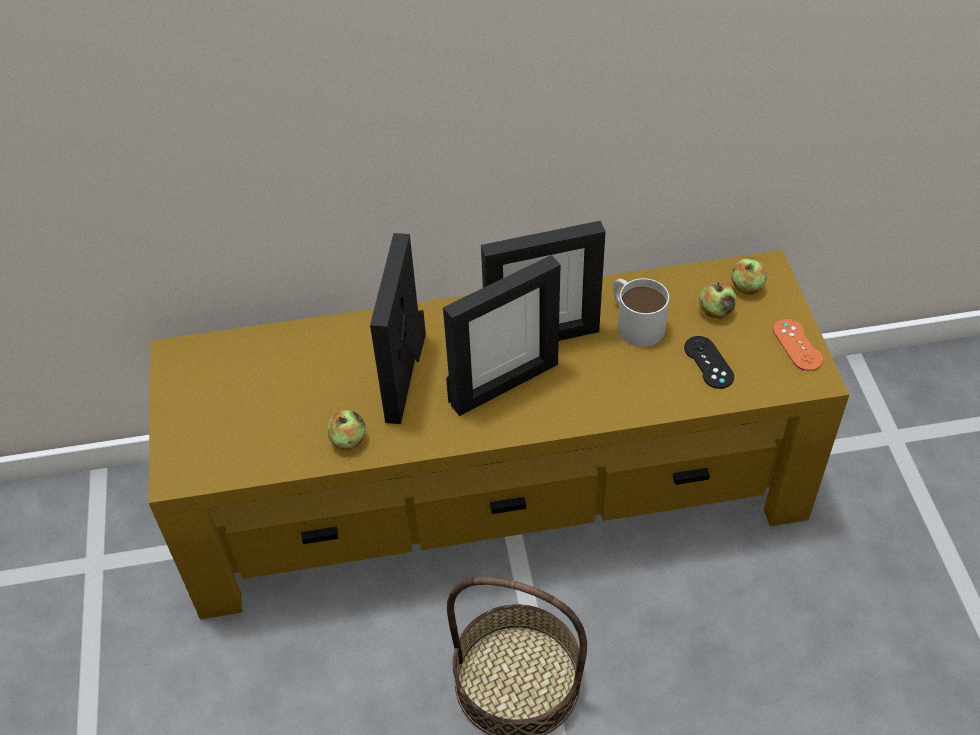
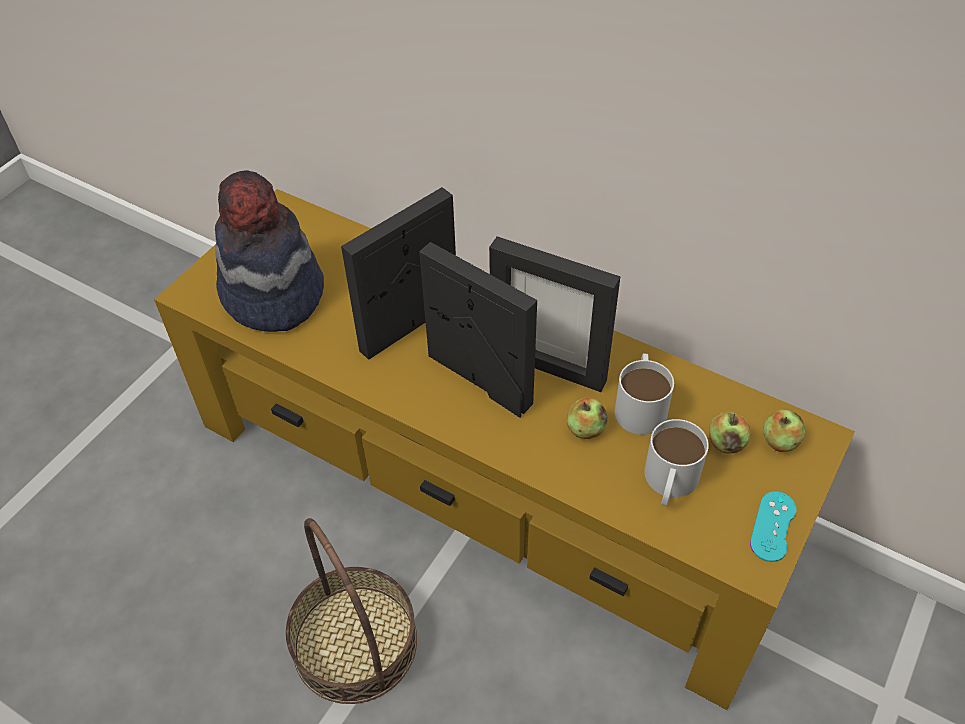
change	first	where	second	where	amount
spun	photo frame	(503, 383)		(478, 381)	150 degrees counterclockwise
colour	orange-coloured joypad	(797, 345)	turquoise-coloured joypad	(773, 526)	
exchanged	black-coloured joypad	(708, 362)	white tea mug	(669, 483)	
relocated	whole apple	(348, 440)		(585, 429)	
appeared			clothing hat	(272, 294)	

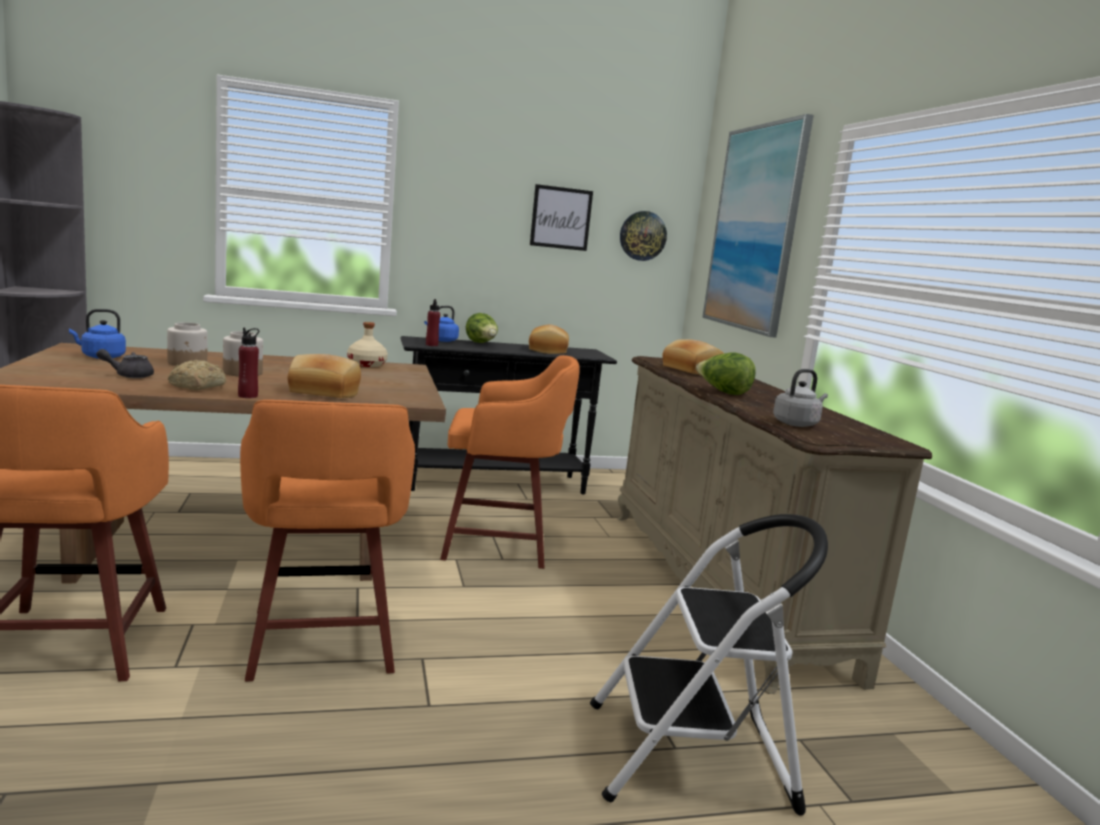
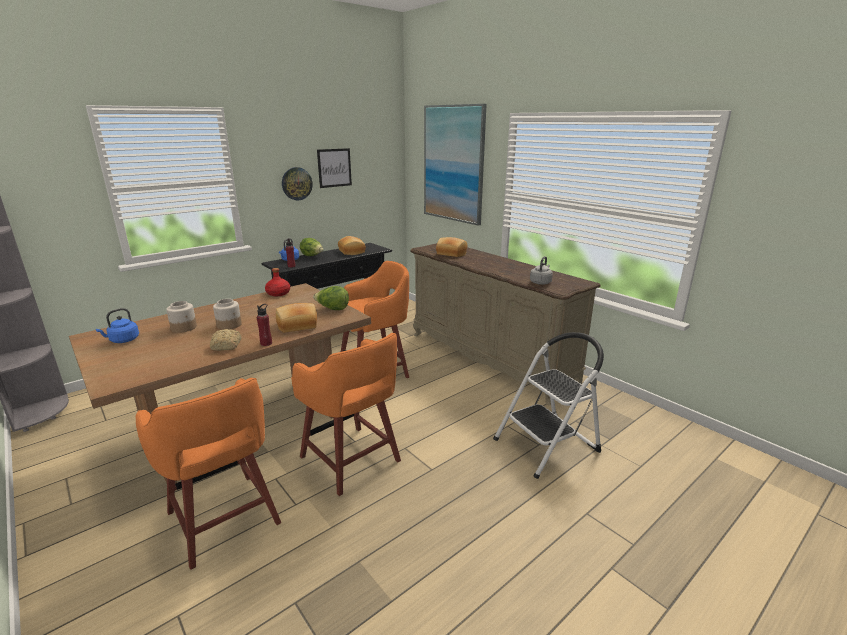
change	first	where	second	where	amount
relocated	hanging clock	(642, 236)		(296, 183)	
colour	beige-coloured drink bottle	(367, 364)	reddish drink bottle	(278, 293)	
missing	grey tea pot	(129, 375)			
relocated	lettuce head	(723, 392)		(332, 309)	

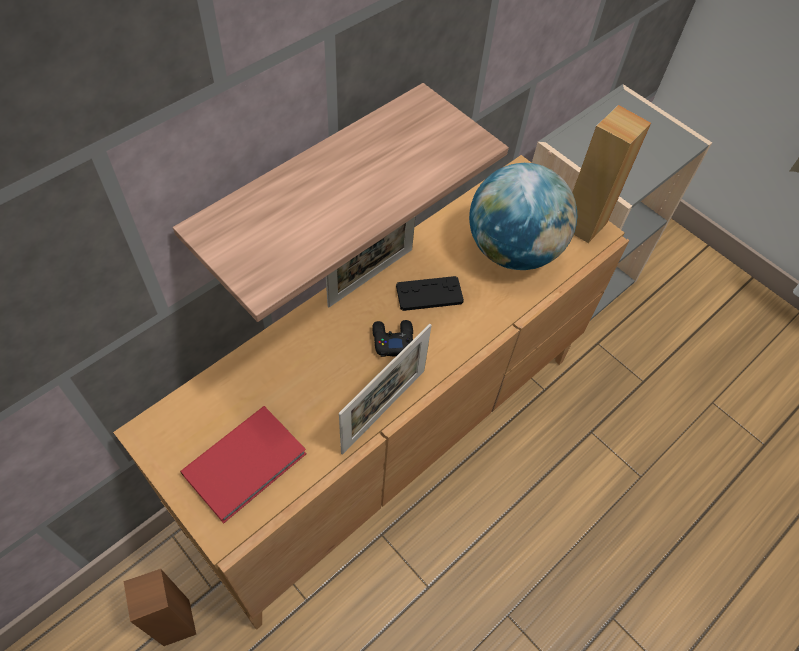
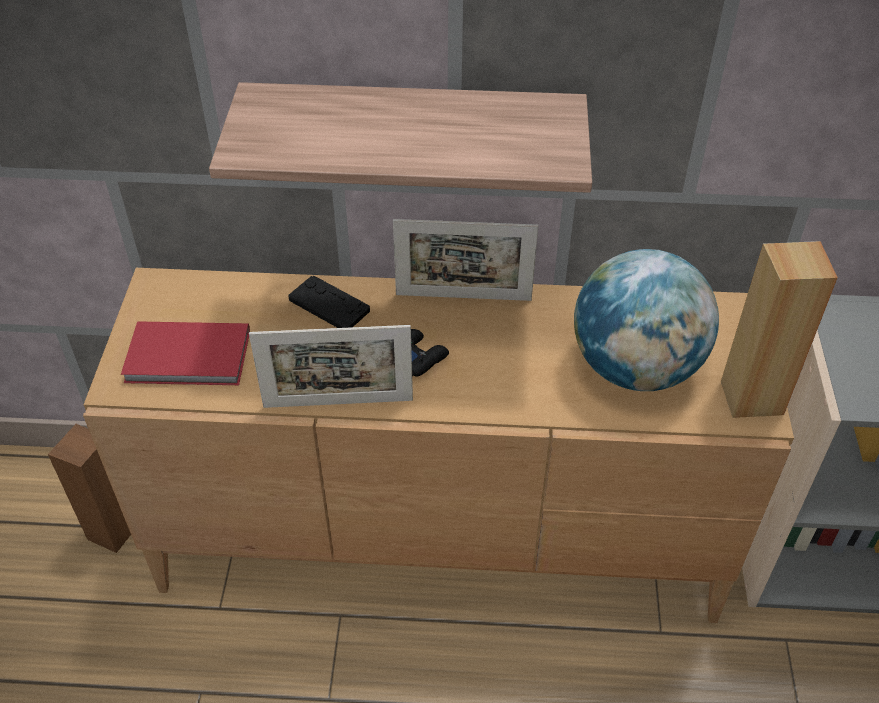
change	first	where	second	where	amount
relocated	black-coloured joypad	(429, 294)		(329, 305)	

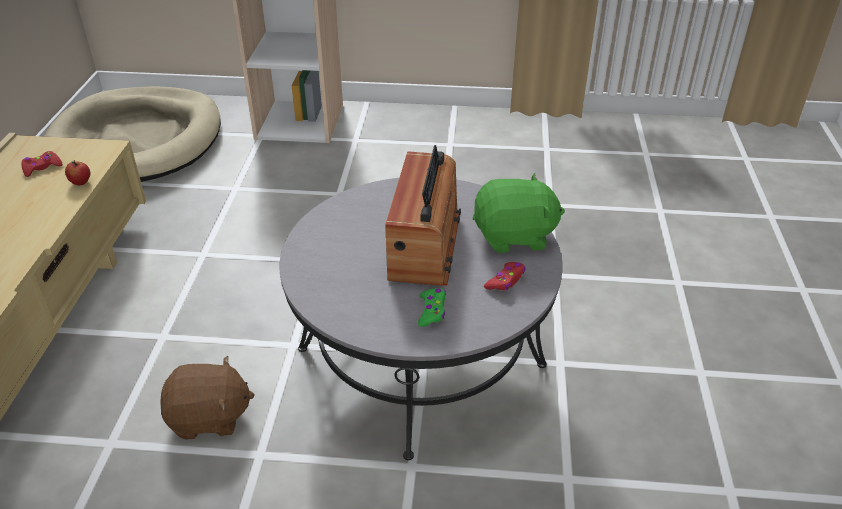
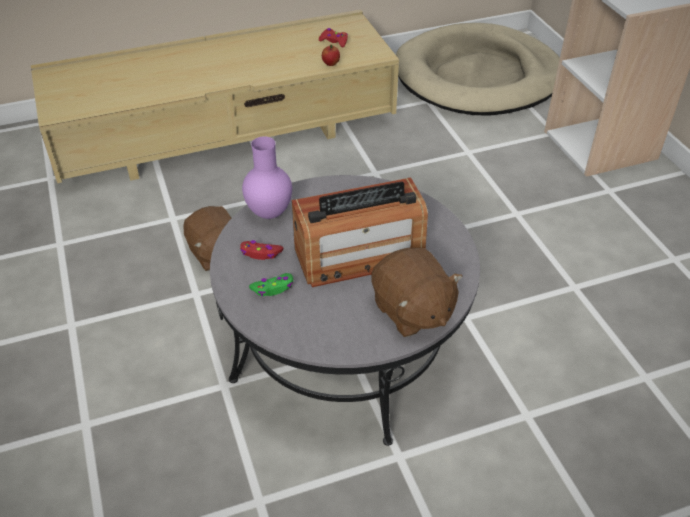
change	first	where	second	where	amount
colour	green soft toy	(514, 236)	brown soft toy	(412, 311)	
relocated	reddish joypad	(505, 281)		(261, 253)	
appeared			purple-coloured vase	(268, 214)	

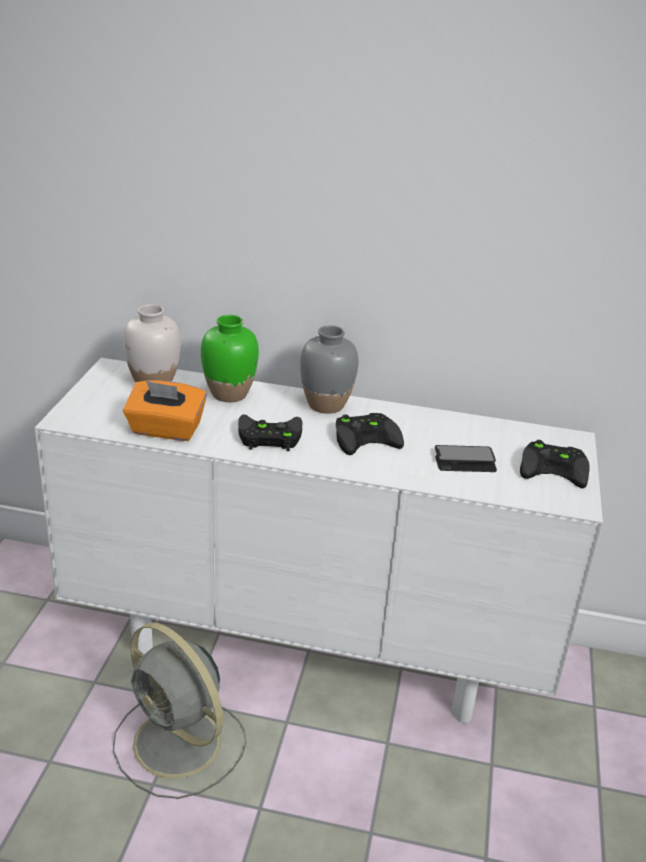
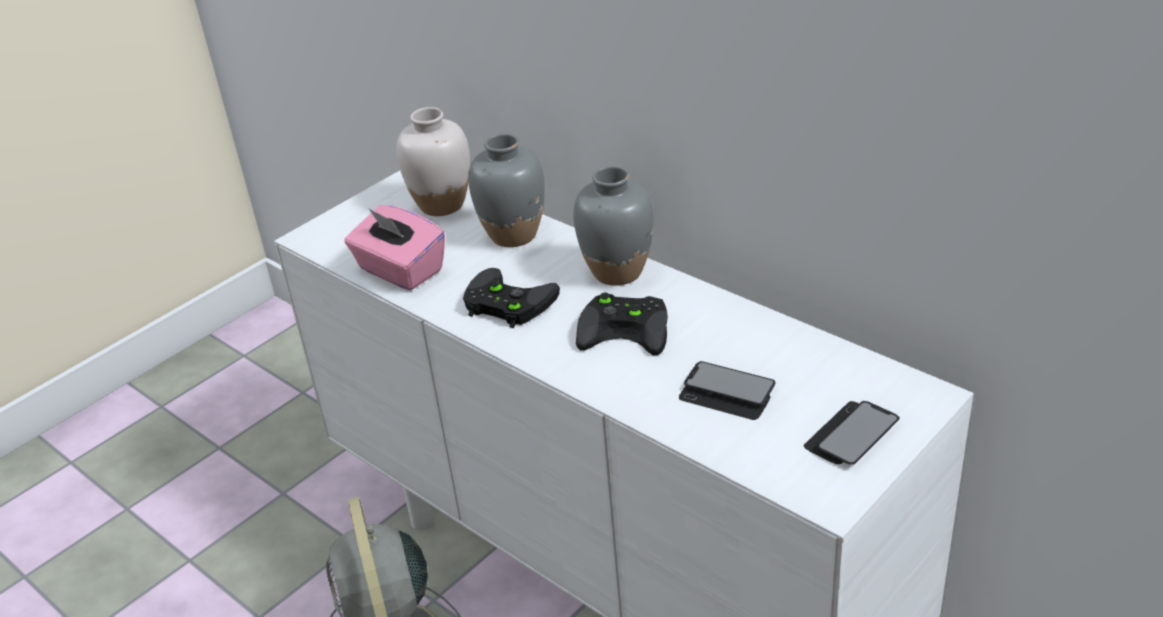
change	first	where	second	where	amount
colour	green vase	(229, 394)	grey vase	(513, 235)	
colour	orange-coloured box of tissues	(165, 430)	pink-coloured box of tissues	(400, 271)	
exchanged	black-coloured joypad	(555, 468)	handset	(851, 435)	

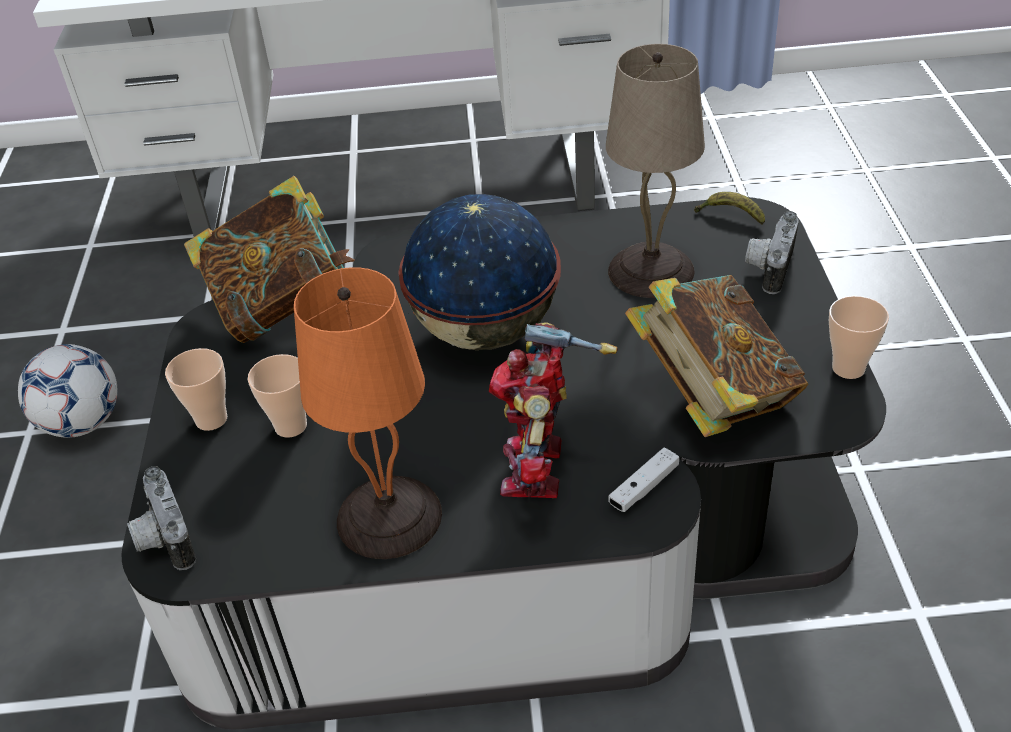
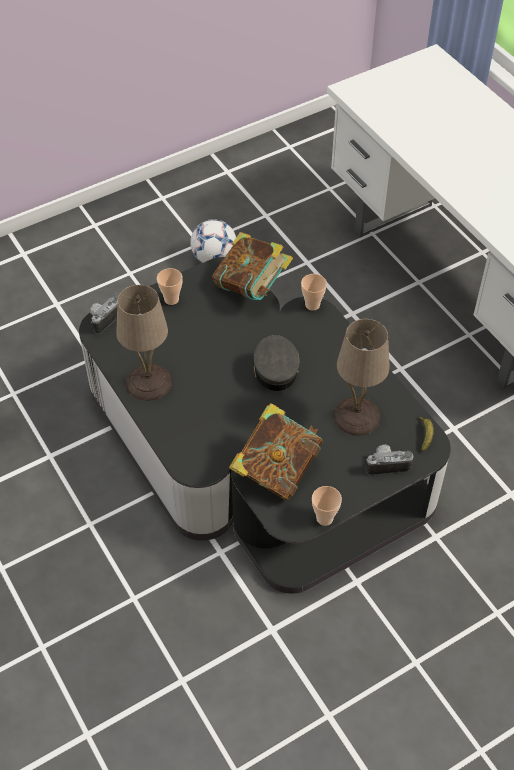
change	first	where	second	where	amount
exchanged	world globe	(486, 332)	grey peaked cap	(275, 368)	
colour	orange-coloured table lamp	(387, 518)	beige-coloured table lamp	(147, 382)	
missing	robot figure	(539, 469)			
relocated	cup	(291, 426)		(312, 305)	
missing	white joypad	(644, 487)			

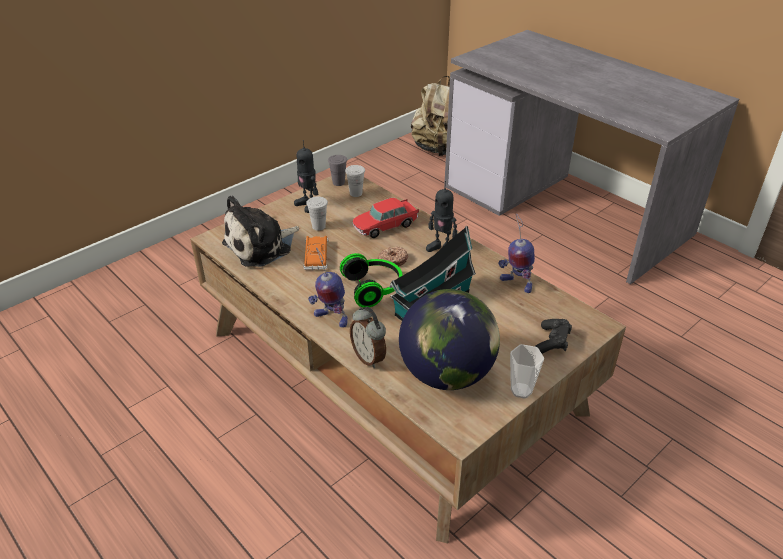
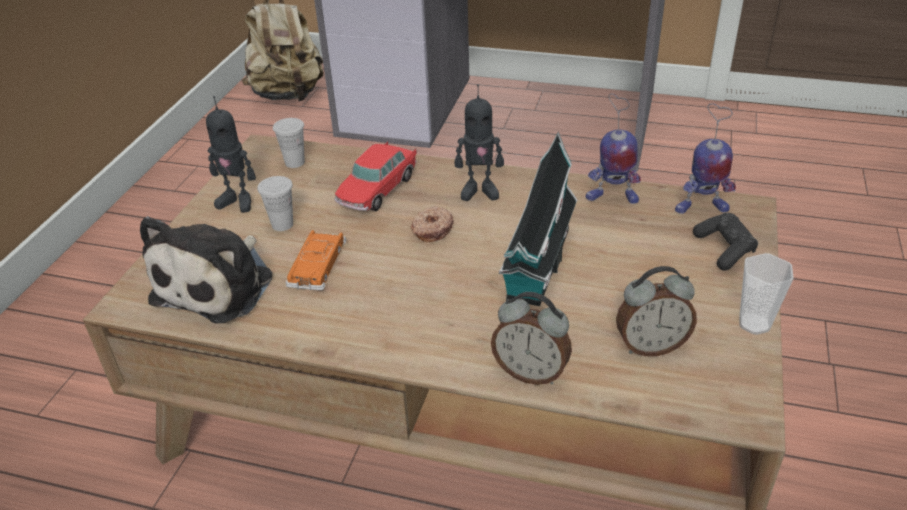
change	first	where	second	where	amount
missing	grey cup	(338, 183)			
spun	orange-coloured model car	(316, 256)		(317, 265)	135 degrees counterclockwise
relocated	robot figure	(331, 318)		(700, 208)	
missing	pair of headphones	(374, 288)			
exchanged	world globe	(447, 374)	alarm clock	(650, 346)	

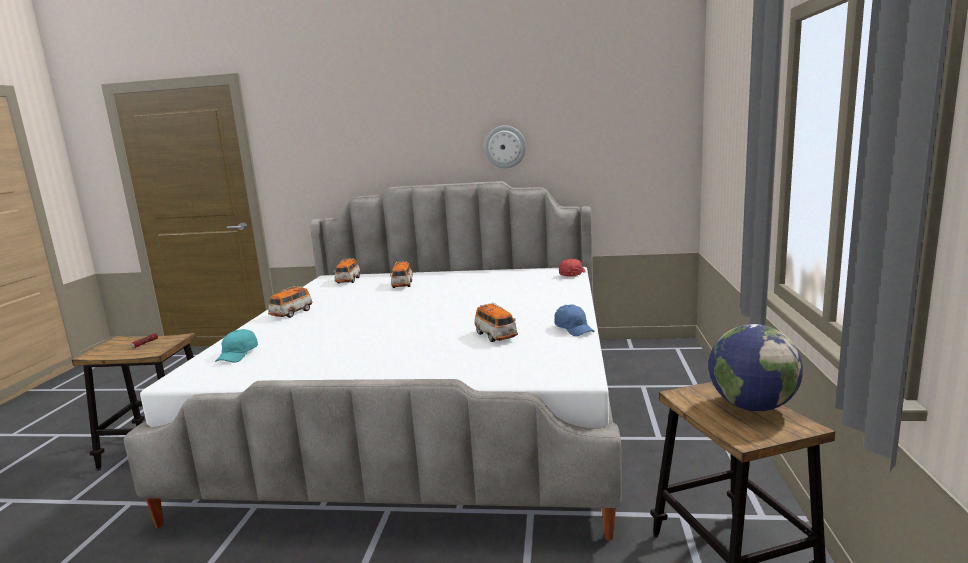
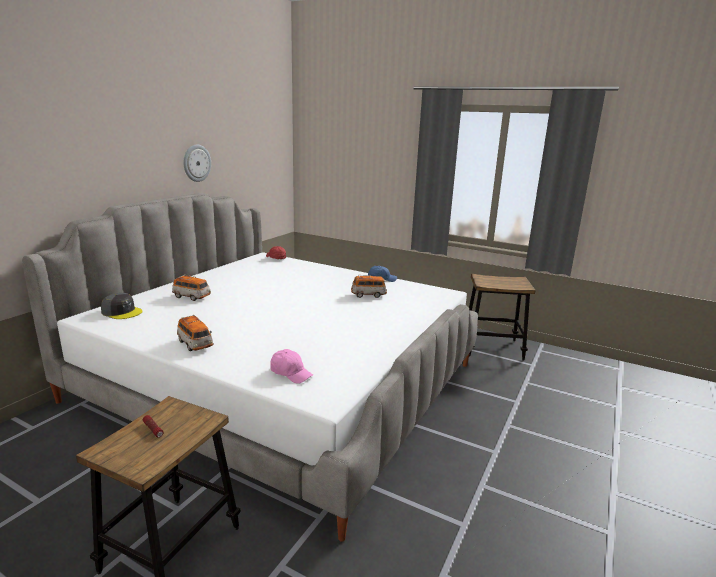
change	first	where	second	where	amount
exchanged	model car	(348, 281)	grey peaked cap	(122, 312)	
missing	world globe	(752, 406)			
colour	turquoise-coloured peaked cap	(238, 355)	pink-coloured peaked cap	(291, 373)	

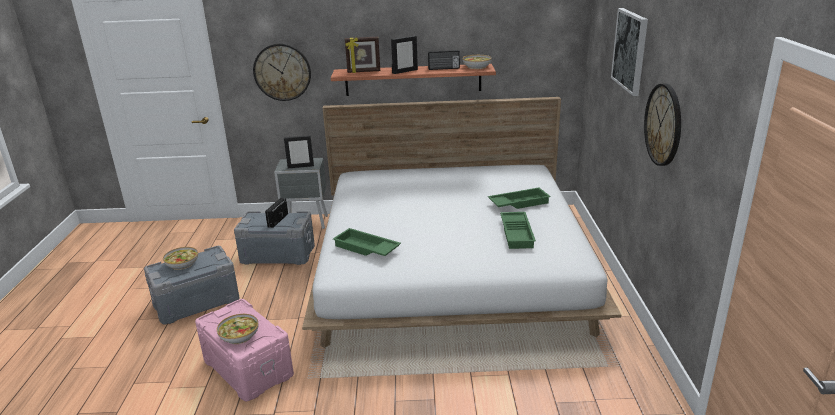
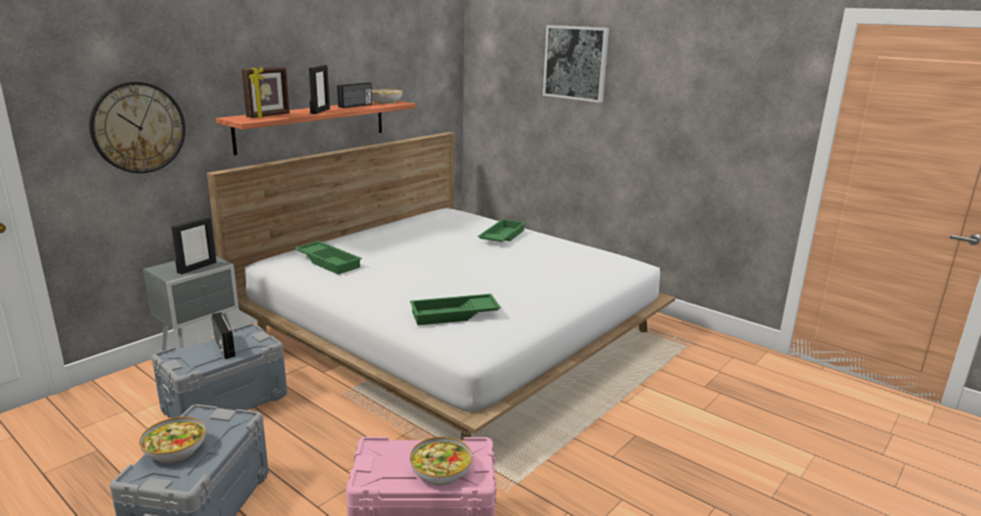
change	first	where	second	where	amount
missing	hanging clock	(663, 124)			
relocated	green carrying tray	(517, 233)		(329, 261)	

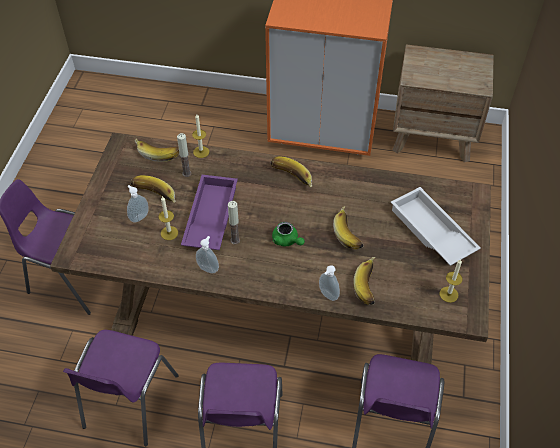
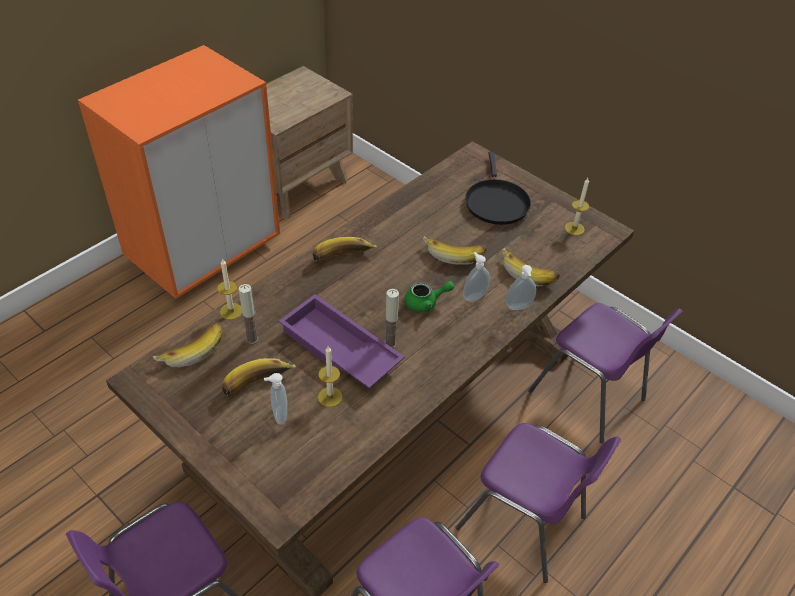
change	first	where	second	where	amount
exchanged	white carrying tray	(430, 232)	black-coloured skillet	(496, 202)	
relocated	soap bottle	(208, 268)		(473, 296)	

